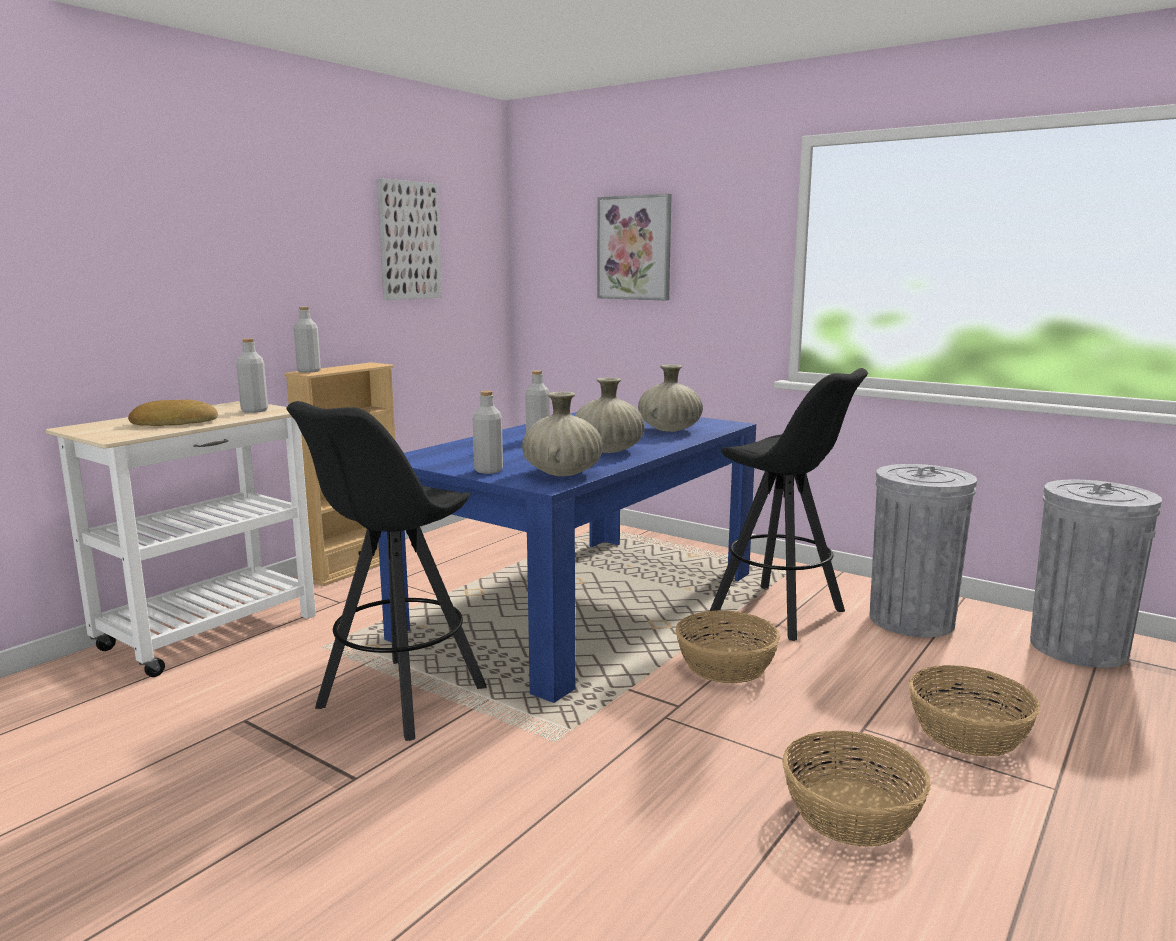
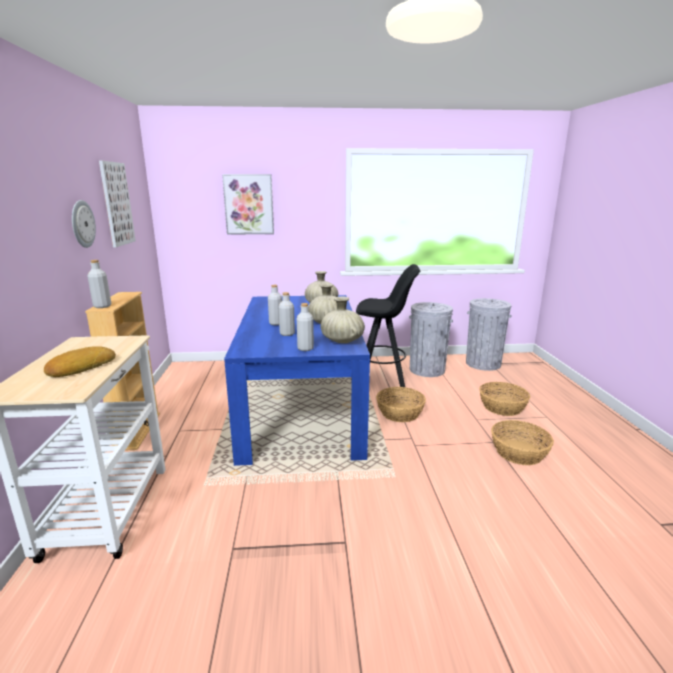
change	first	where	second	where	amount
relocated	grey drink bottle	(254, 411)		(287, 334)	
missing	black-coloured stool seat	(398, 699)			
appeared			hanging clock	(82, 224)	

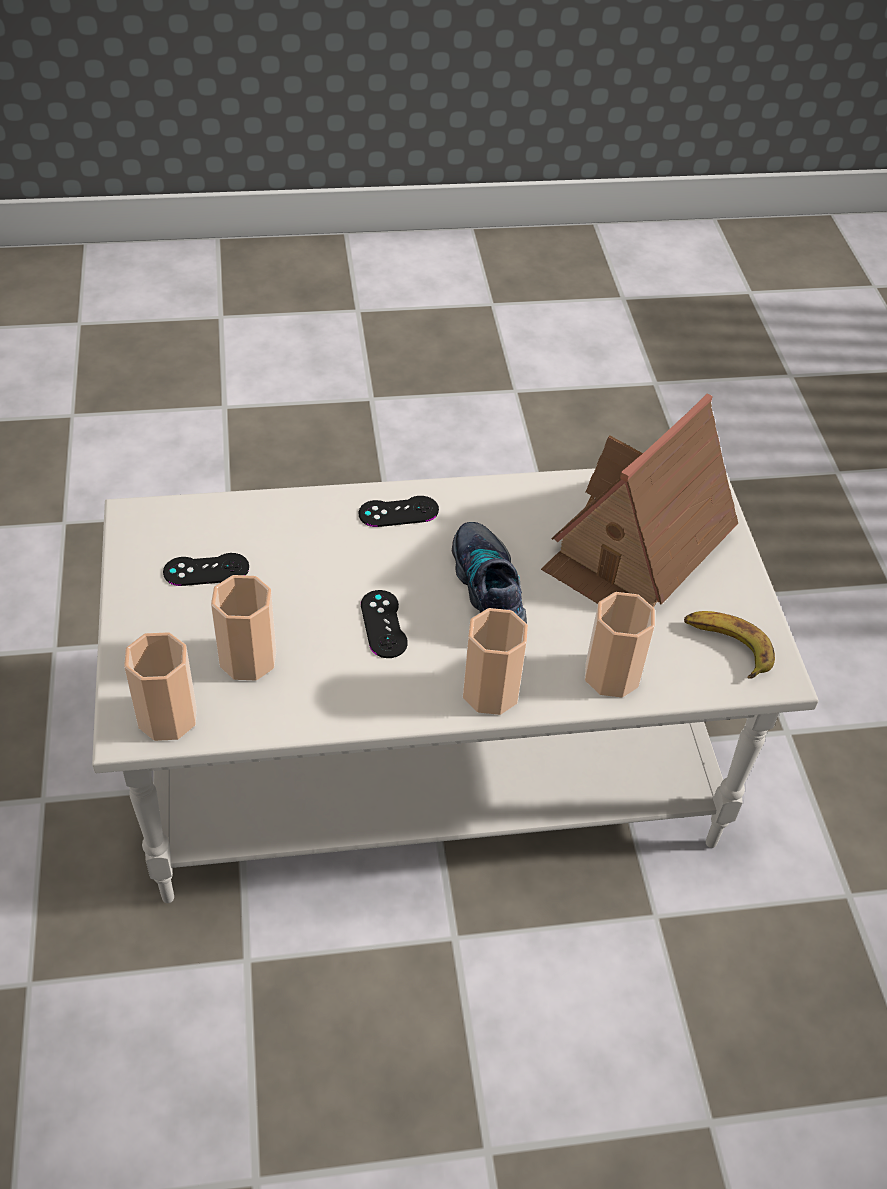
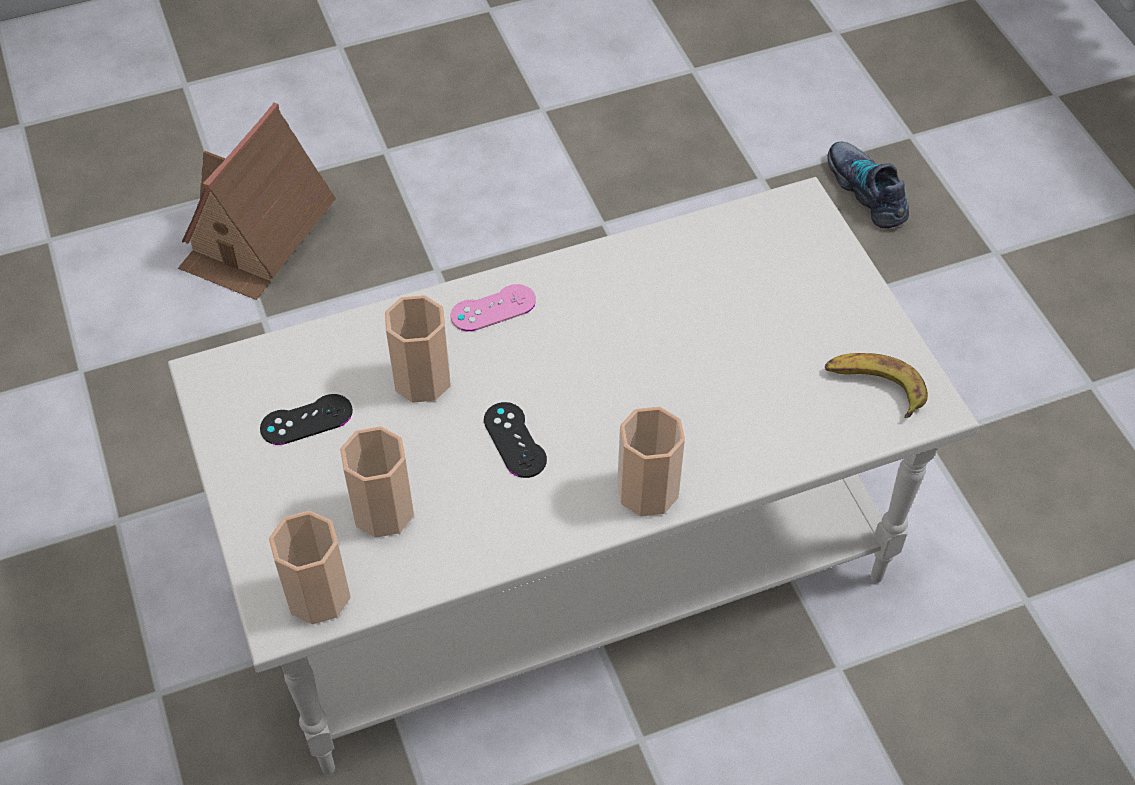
change	first	where	second	where	amount
relocated	miniature house	(637, 549)		(257, 235)	
colour	black-coloured joypad	(398, 512)	pink-coloured joypad	(493, 308)	
relocated	low shoe	(490, 590)		(867, 191)	
relocated	cup	(611, 675)		(422, 379)	

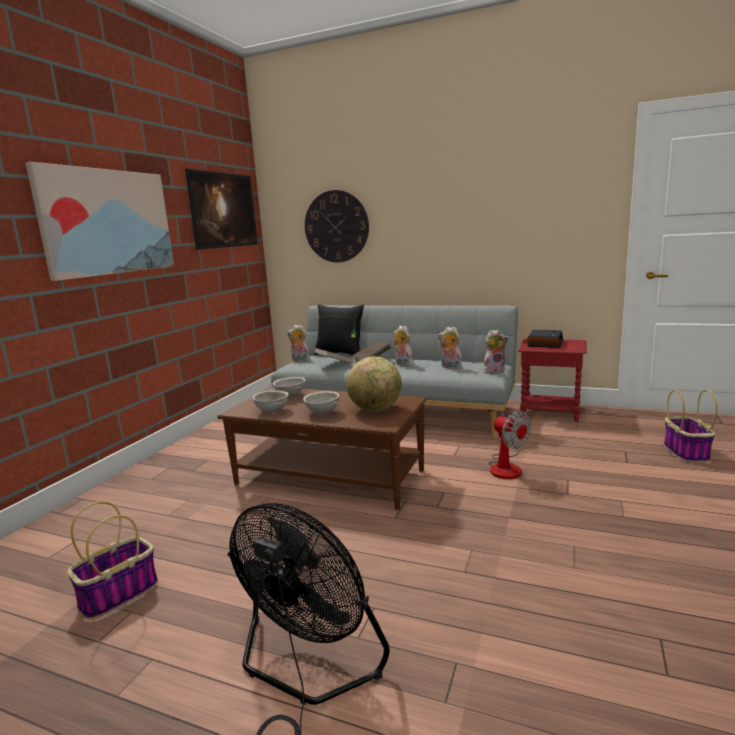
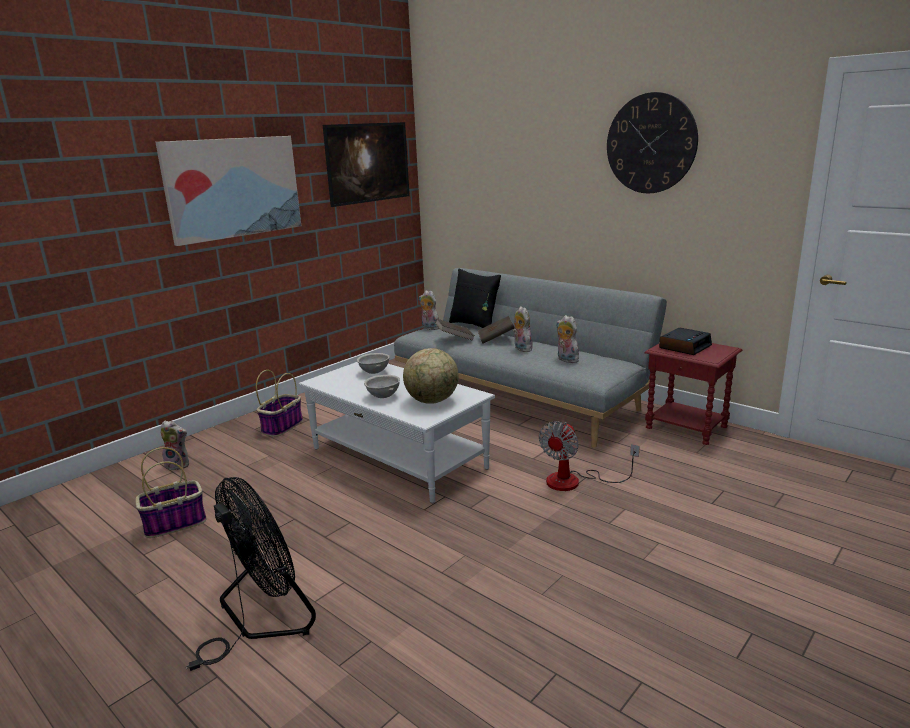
change	first	where	second	where	amount
relocated	hanging clock	(336, 226)		(651, 143)	
relocated	soft toy	(494, 371)		(179, 465)	
colour	brown coffee table	(330, 478)	white coffee table	(399, 458)	
relocated	household basket	(685, 452)		(282, 426)	
missing	grey serving bowl	(272, 411)			
spun	electric fan	(506, 467)		(574, 481)	45 degrees clockwise

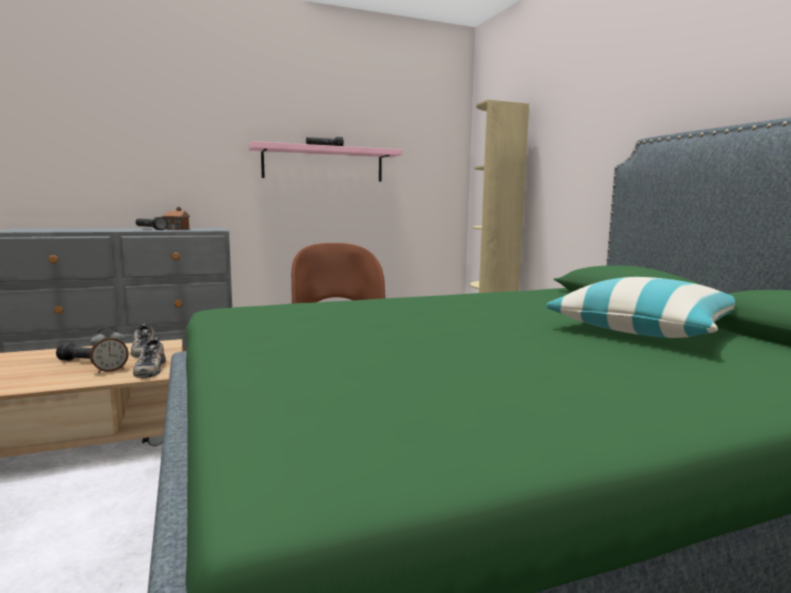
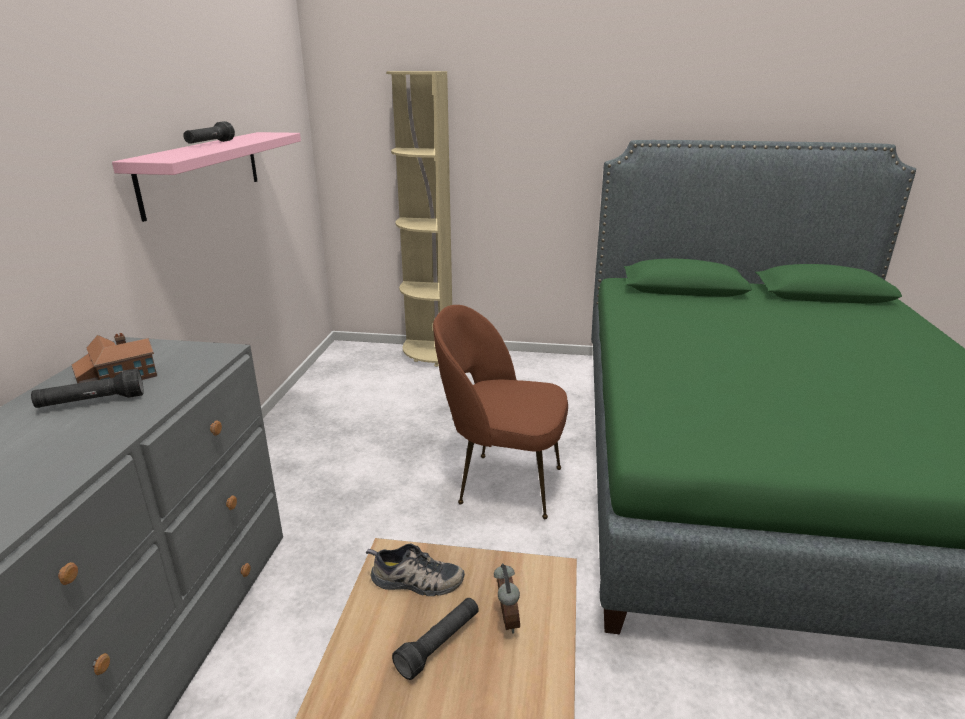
change	first	where	second	where	amount
missing	throw pillow	(645, 329)			
missing	low shoe	(149, 368)			

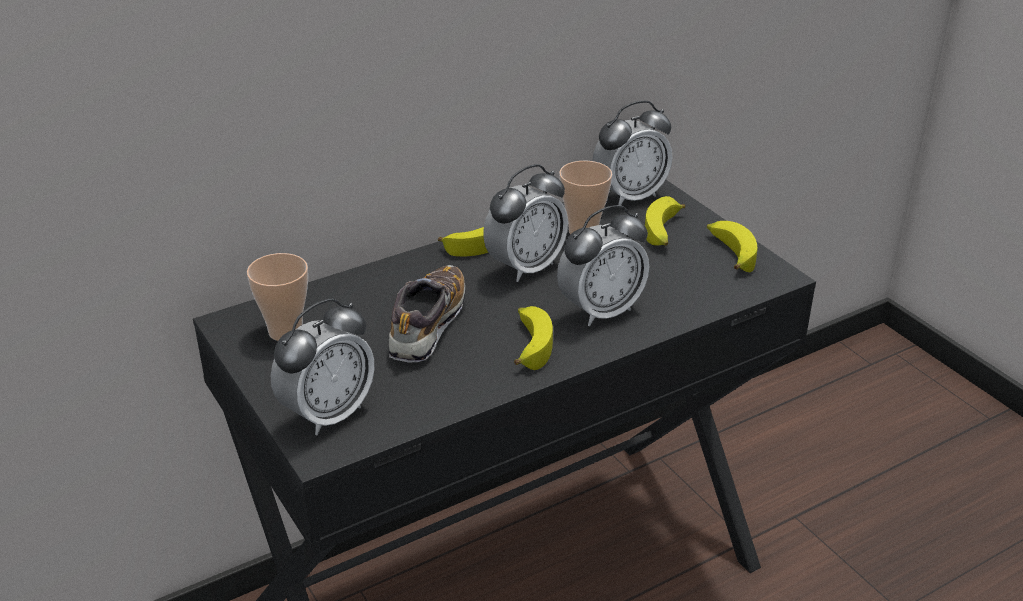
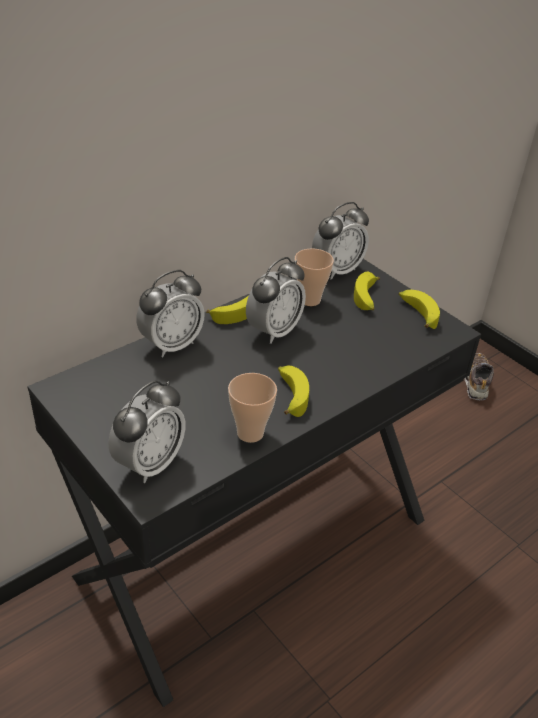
change	first	where	second	where	amount
relocated	alarm clock	(601, 311)		(171, 345)	
relocated	cup	(285, 331)		(250, 433)	
relocated	low shoe	(427, 327)		(476, 382)	

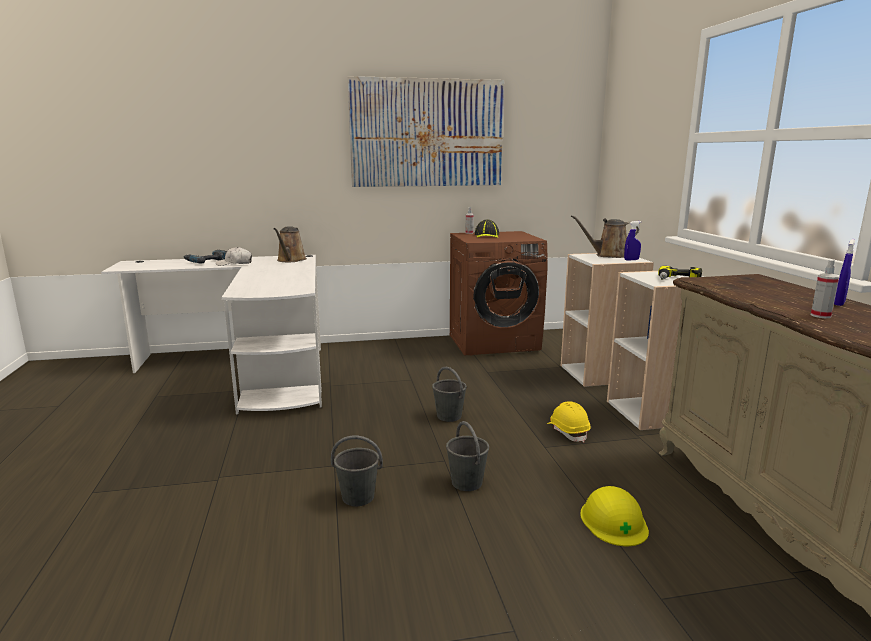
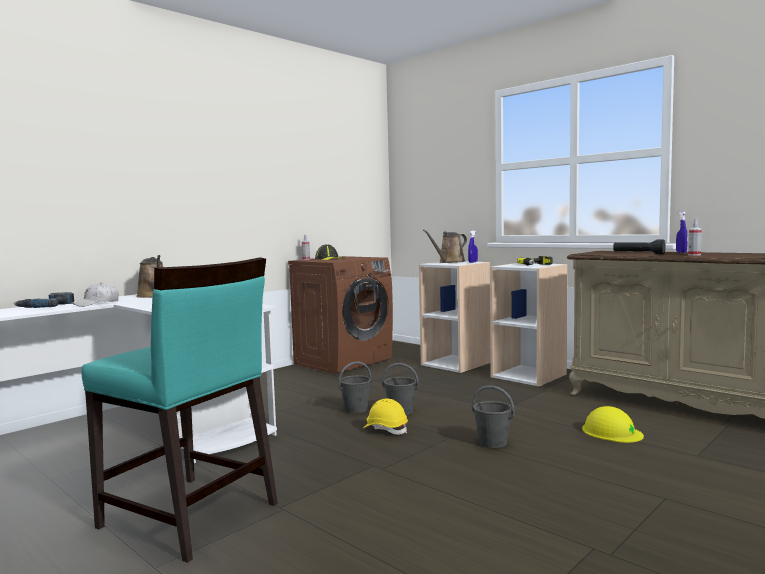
change	first	where	second	where	amount
missing	wall art	(427, 133)			
relocated	yellow-coloured work helmet	(568, 431)		(385, 430)	
relocated	grey water bucket	(358, 497)		(356, 409)	
appeared			black-coloured flashlight	(638, 254)	
appeared			turquoise-coloured plain chair	(189, 516)	

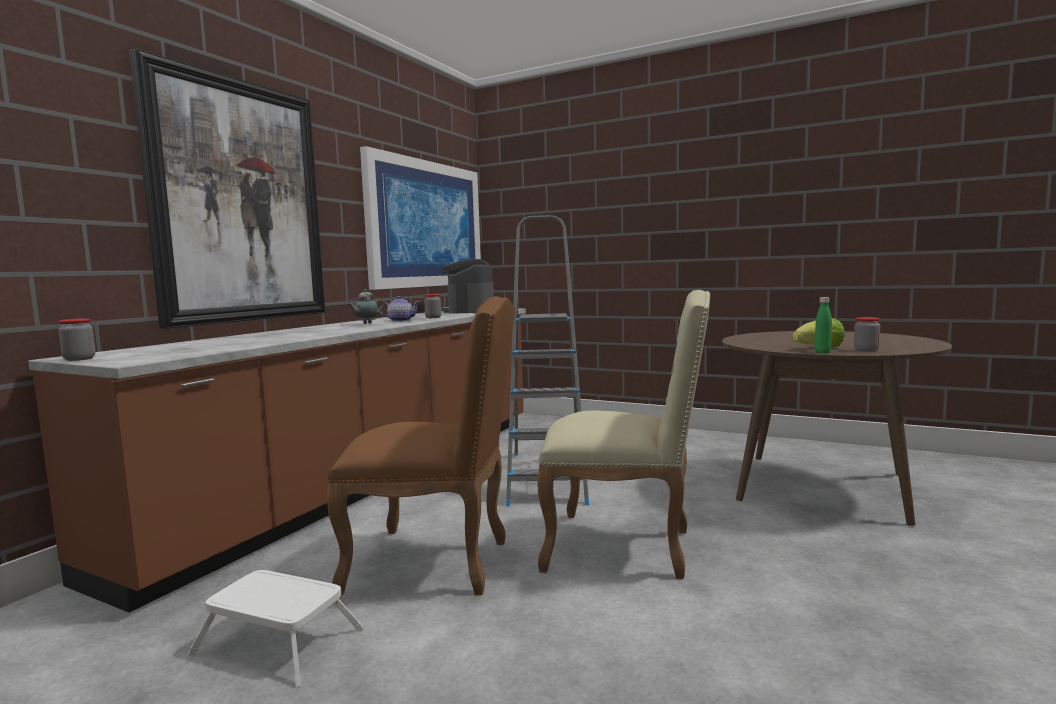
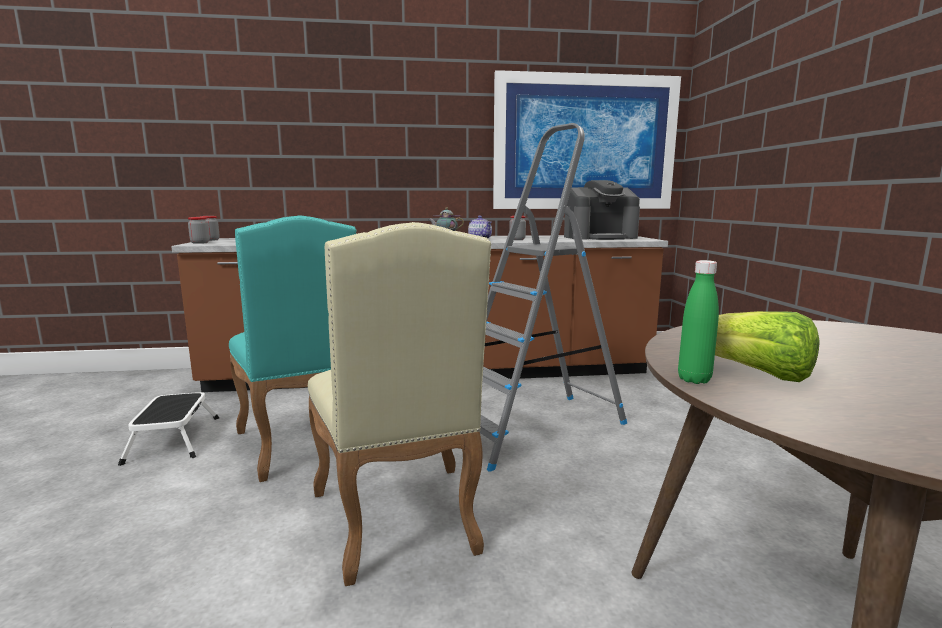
change	first	where	second	where	amount
missing	wall art	(239, 202)			
spun	coffee maker	(468, 311)		(600, 237)	150 degrees counterclockwise
colour	brown plain chair	(433, 563)	turquoise-coloured plain chair	(305, 445)	
relocated	storage jar	(866, 350)		(200, 243)	
colour	white stepladder	(279, 641)	black-coloured stepladder	(174, 439)	

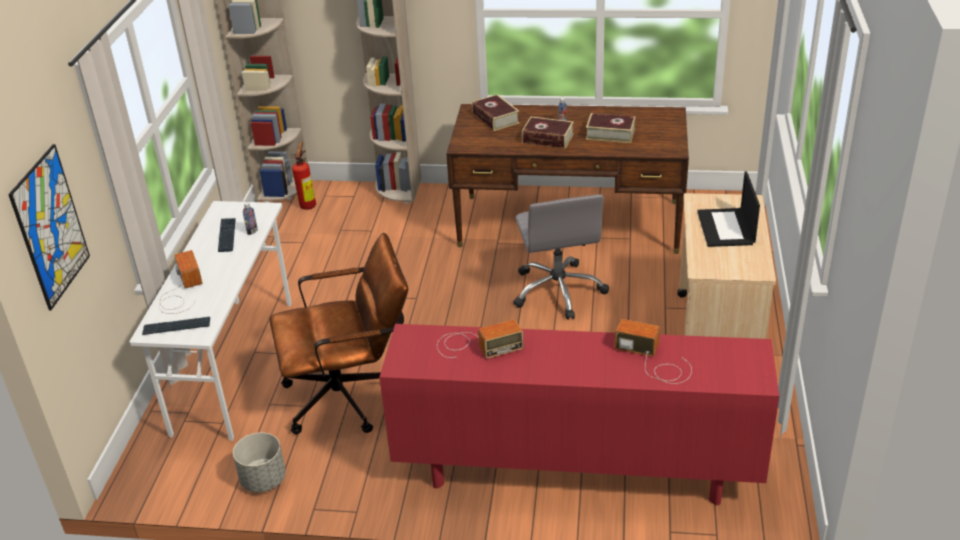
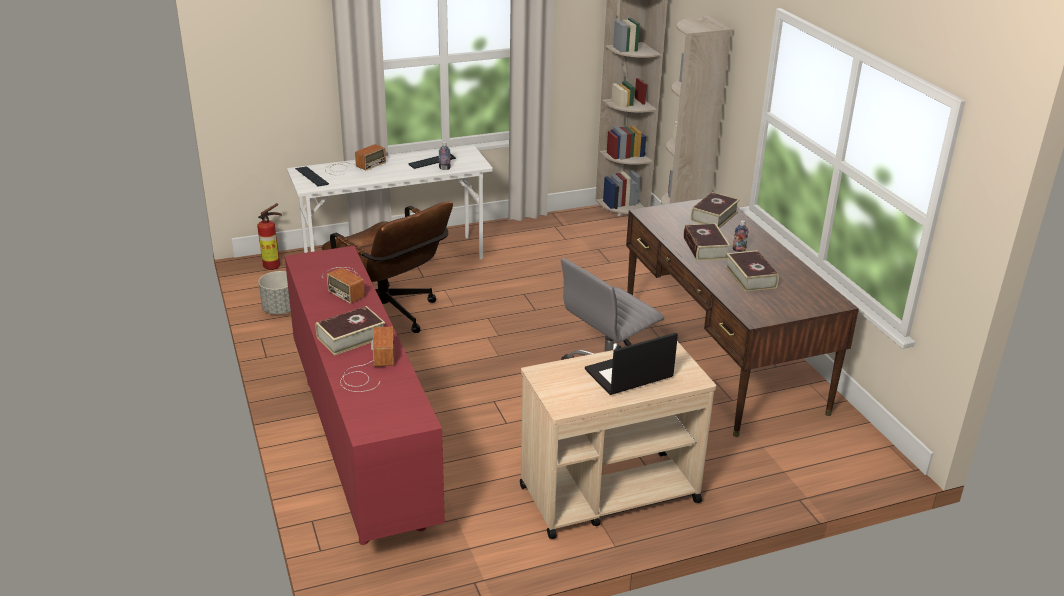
change	first	where	second	where	amount
relocated	extinguisher	(309, 205)		(274, 266)	
missing	wall art	(50, 227)			
appeared			bound book	(351, 337)	

